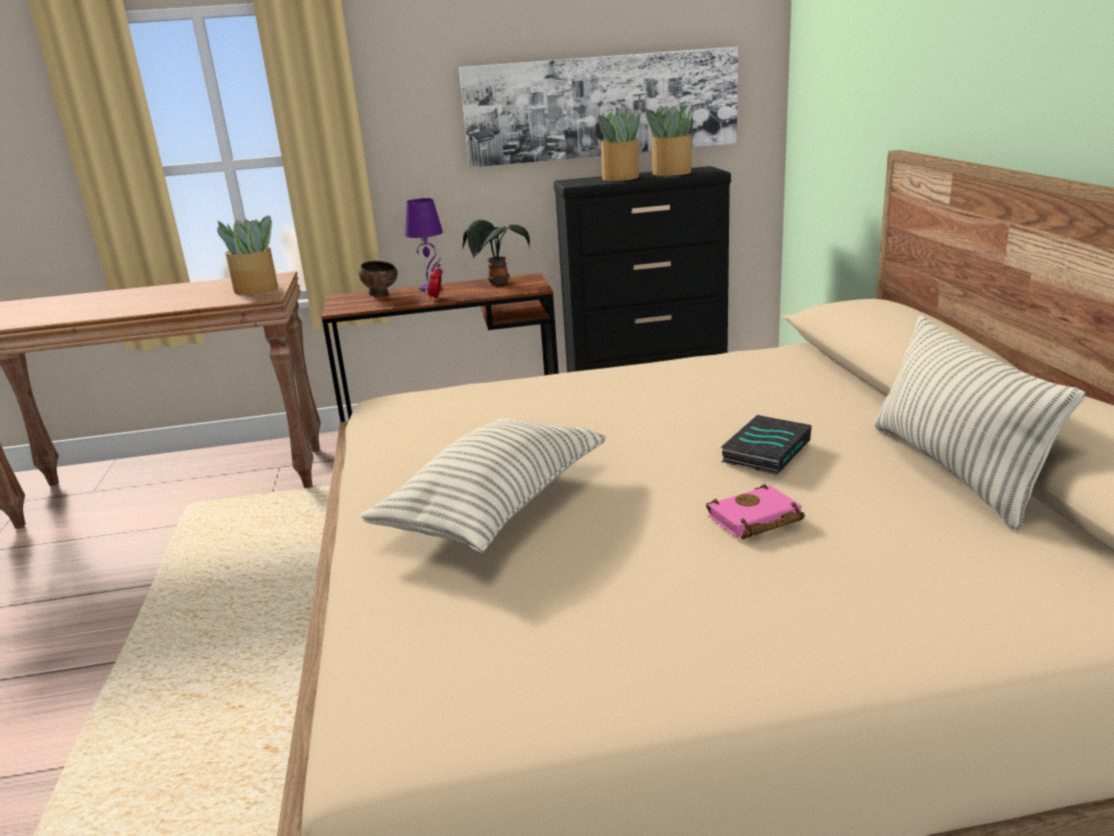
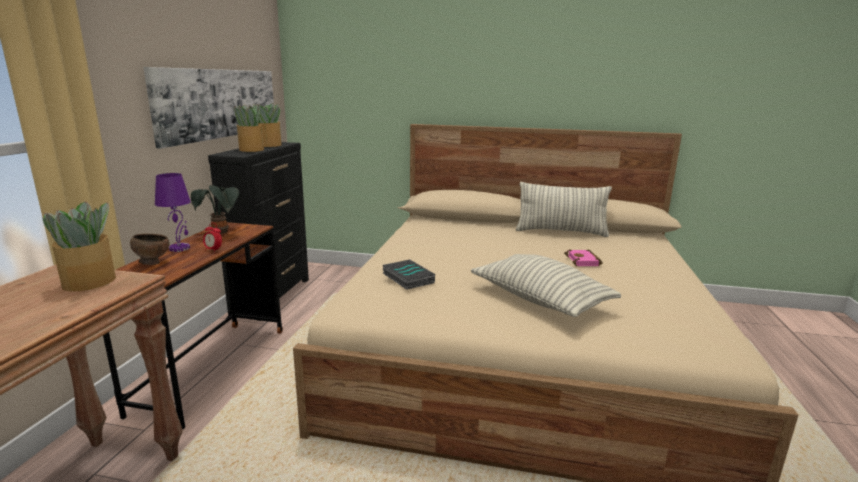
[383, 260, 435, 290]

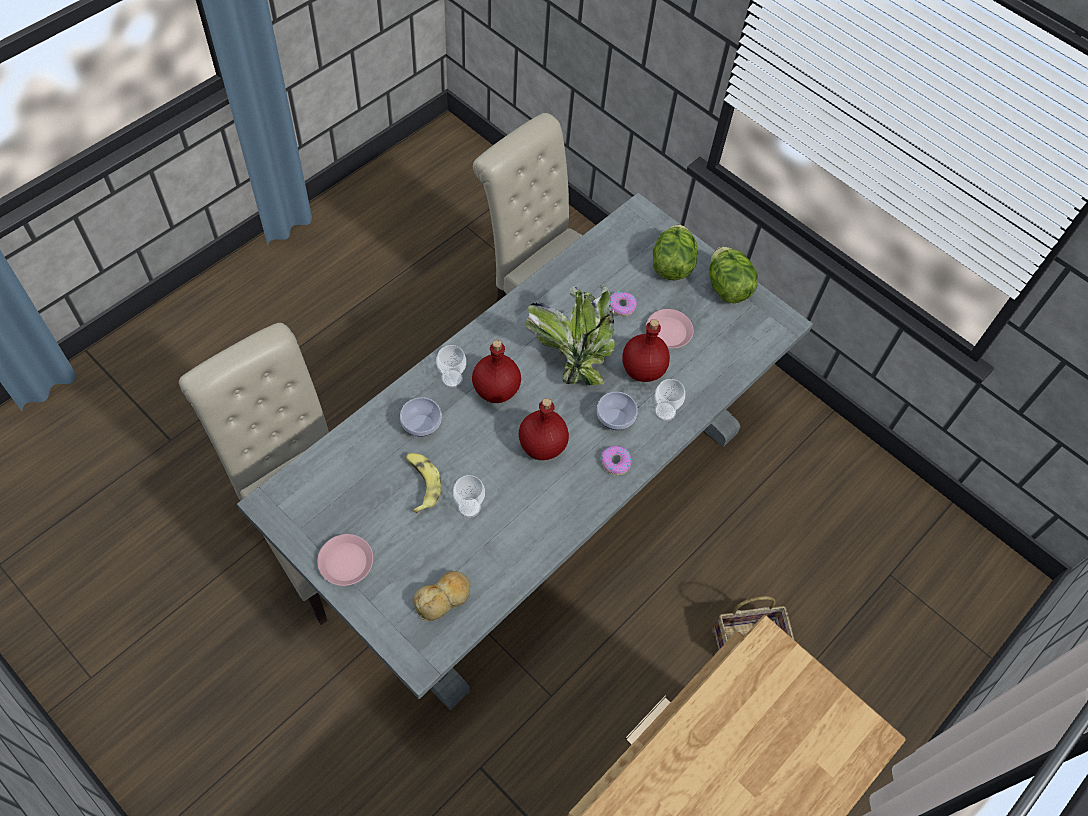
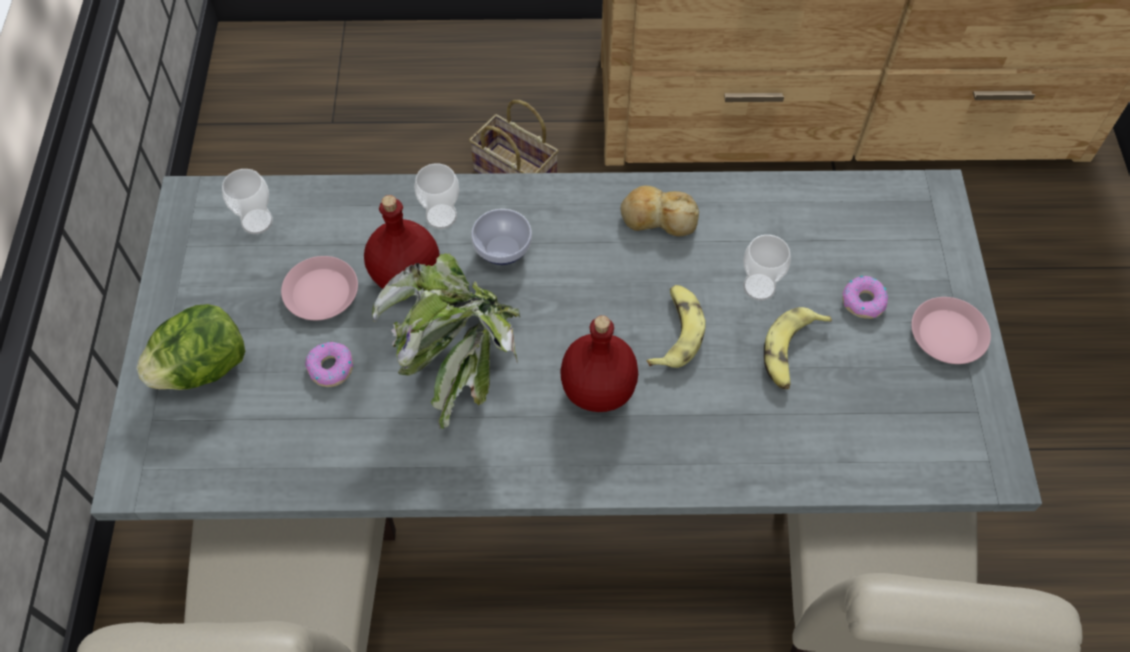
[222, 169, 273, 234]
[621, 185, 699, 237]
[646, 285, 706, 368]
[842, 276, 888, 319]
[400, 397, 442, 437] (first image)
[519, 398, 569, 460] (first image)
[709, 247, 758, 303] (first image)

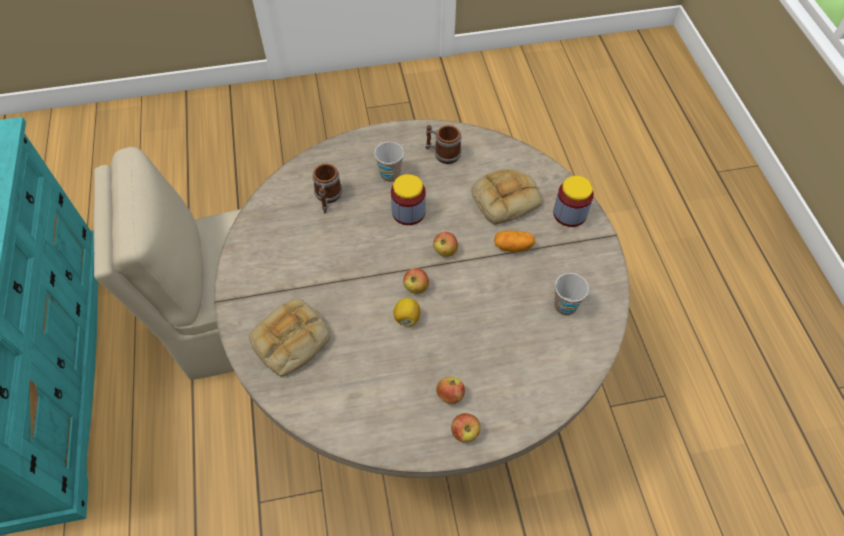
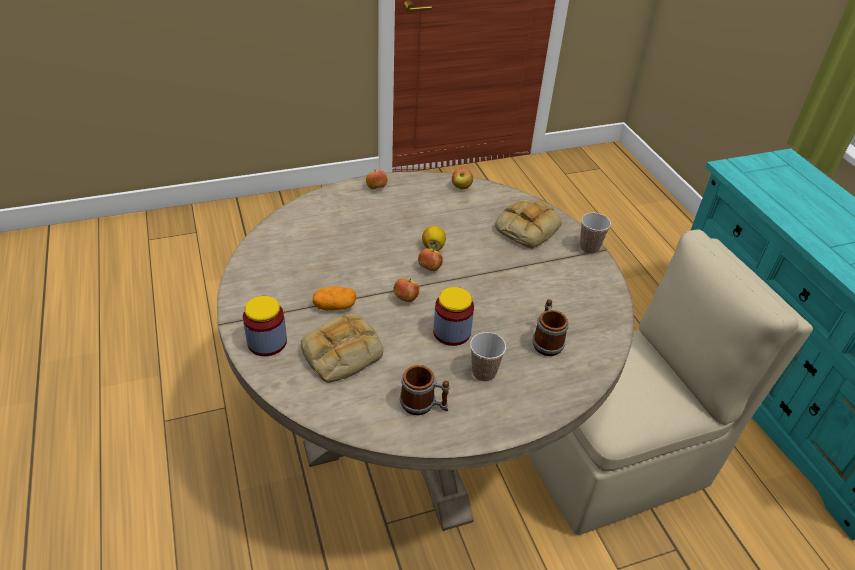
[452, 168, 473, 189]
[580, 213, 611, 254]

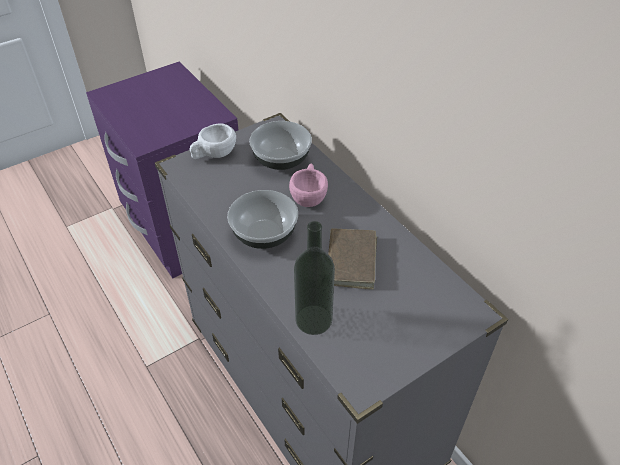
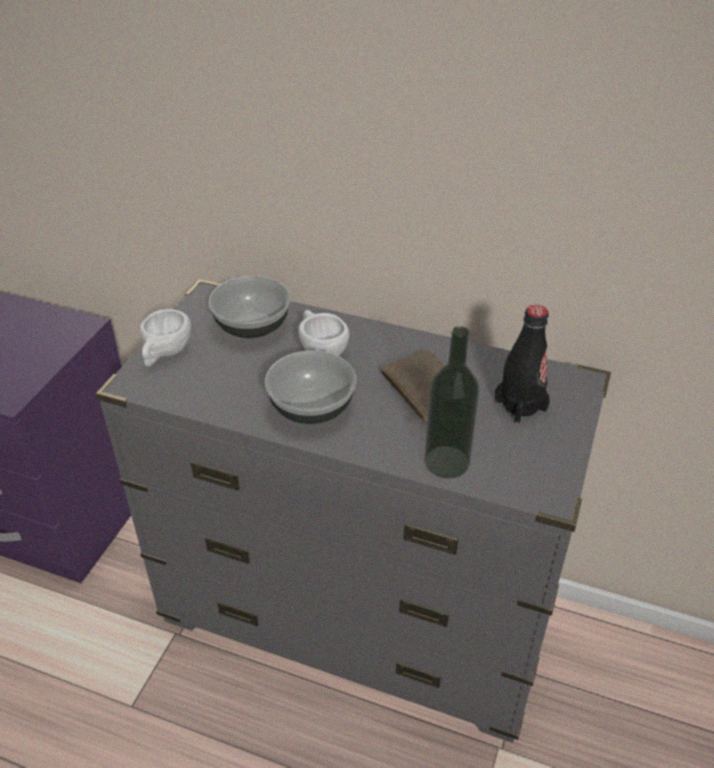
[298, 310, 350, 356]
[494, 305, 550, 424]

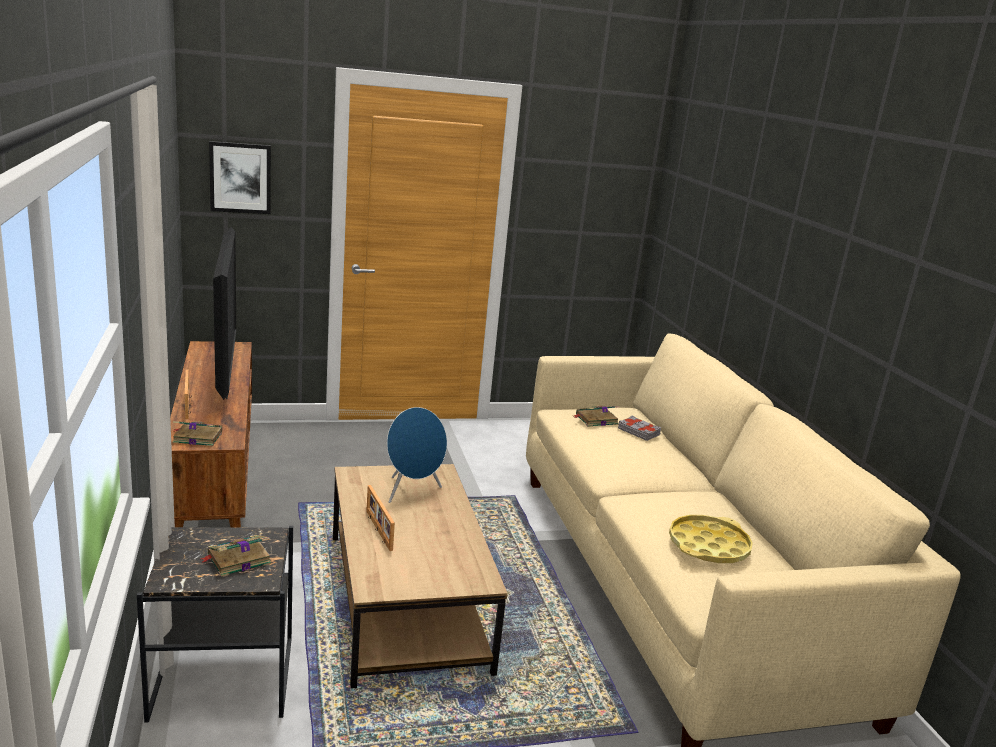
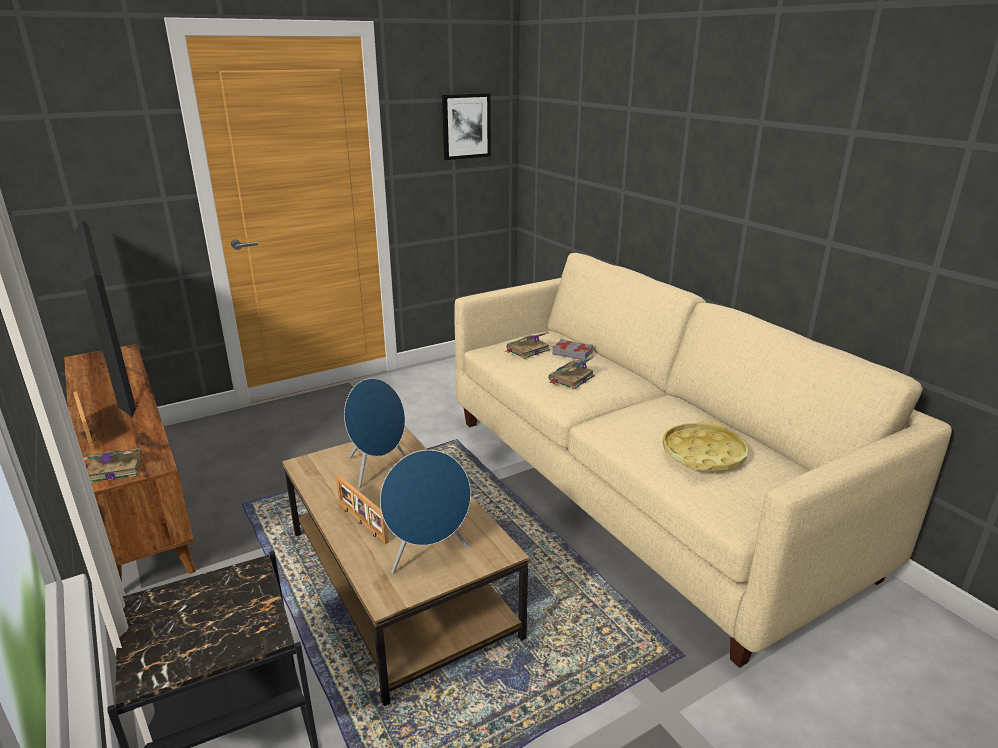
[380, 450, 471, 573]
[442, 93, 491, 160]
[548, 357, 595, 389]

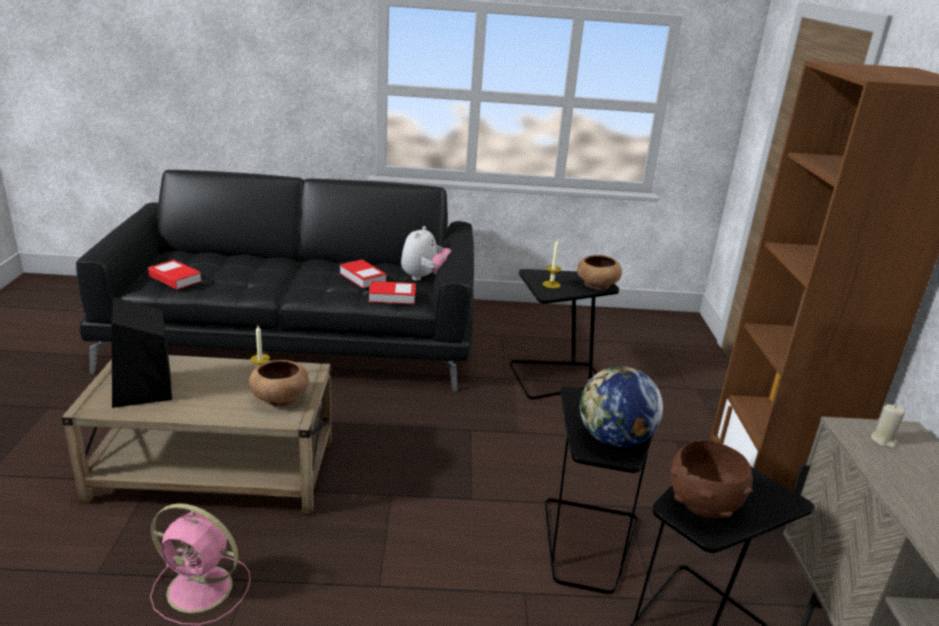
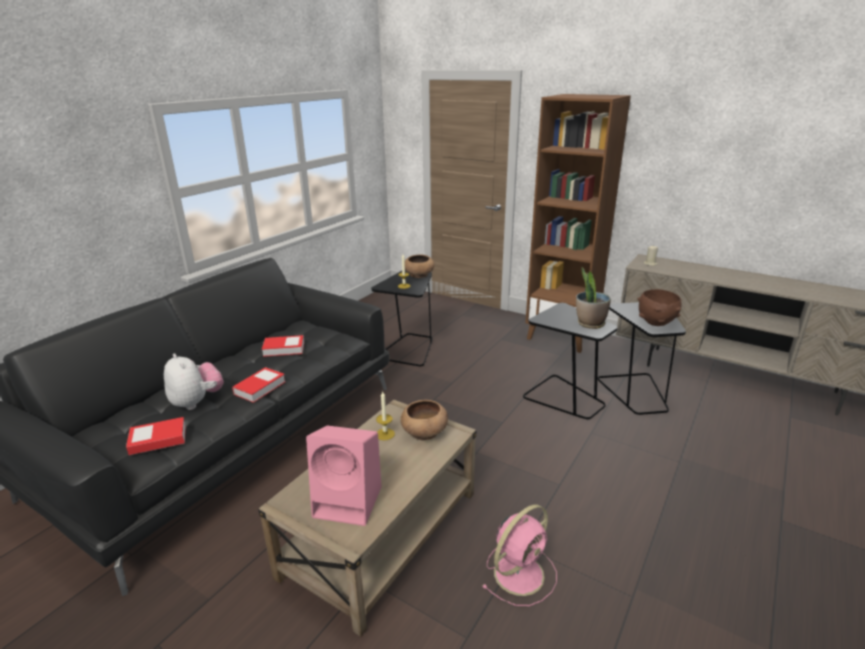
[164, 353, 224, 410]
[232, 367, 286, 403]
[306, 426, 381, 526]
[576, 267, 611, 329]

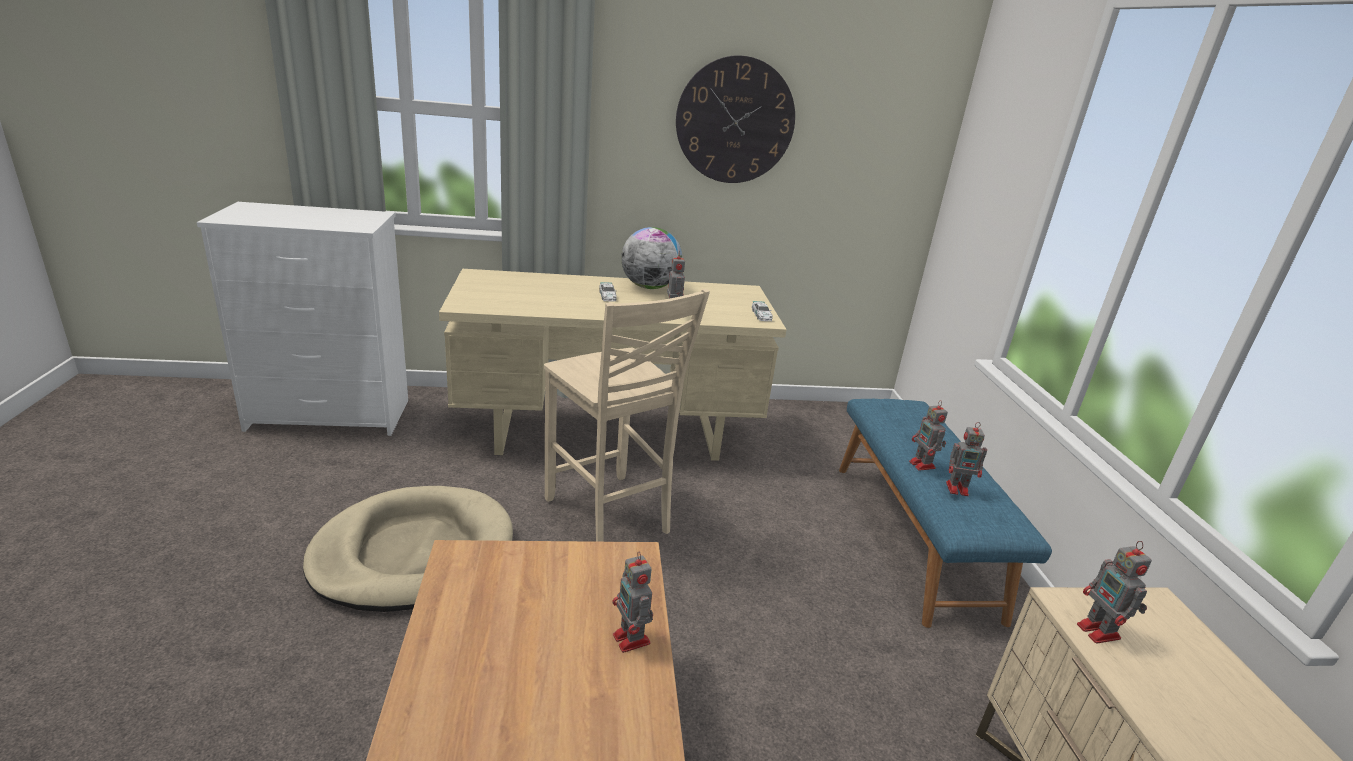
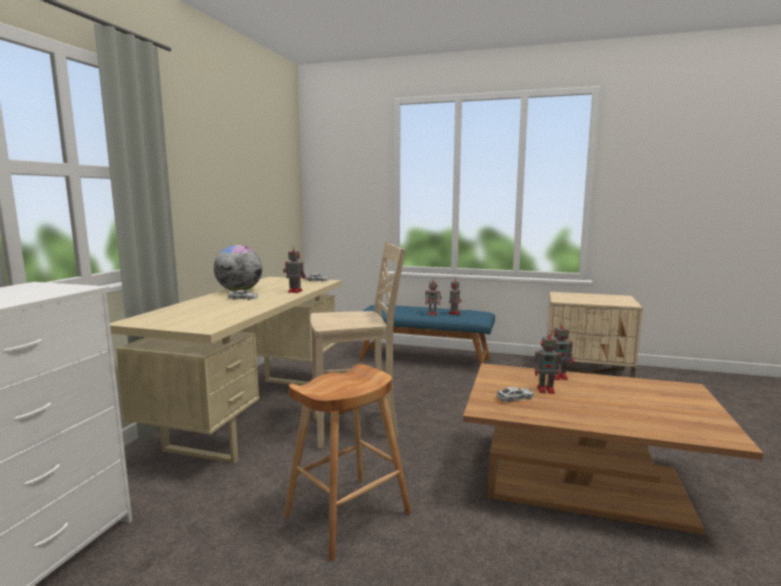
[283, 364, 412, 561]
[497, 387, 534, 402]
[535, 330, 562, 394]
[676, 55, 795, 183] (first image)

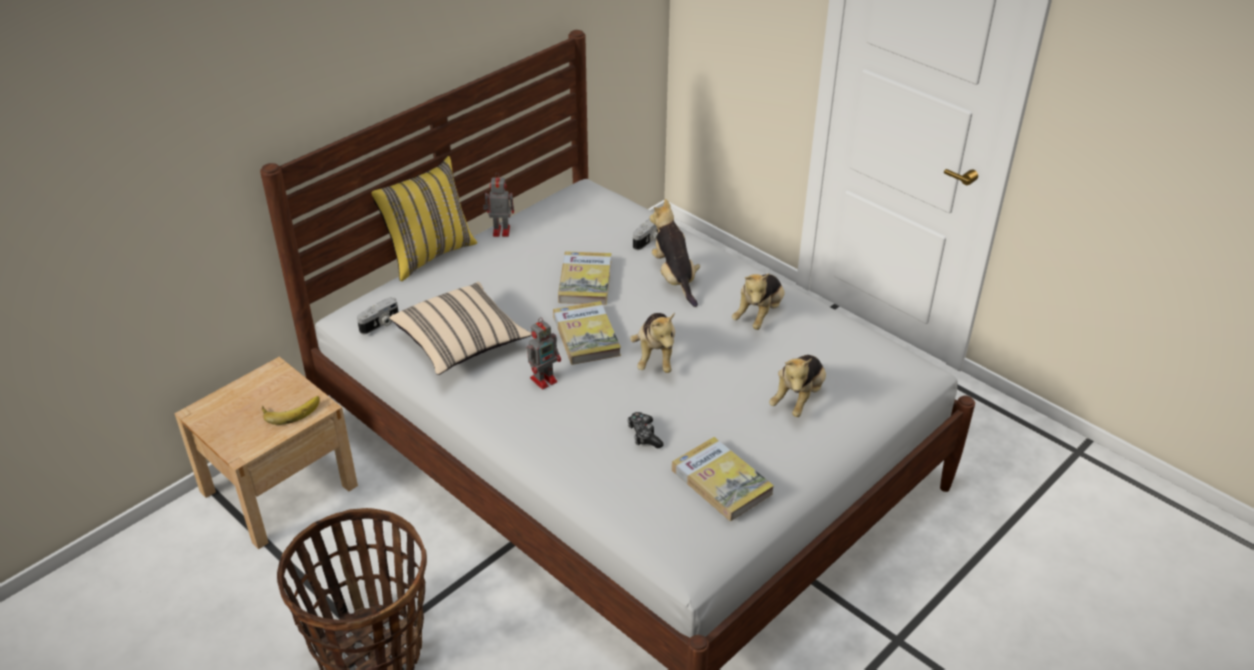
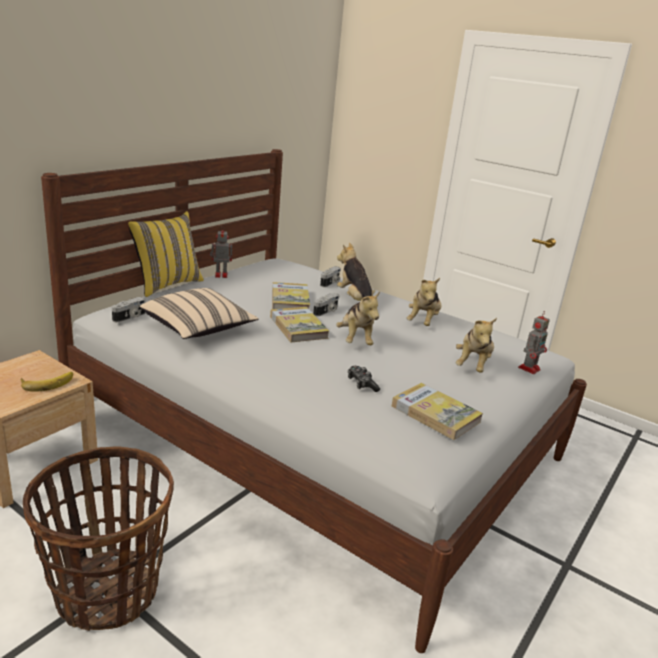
[313, 293, 339, 316]
[518, 311, 550, 374]

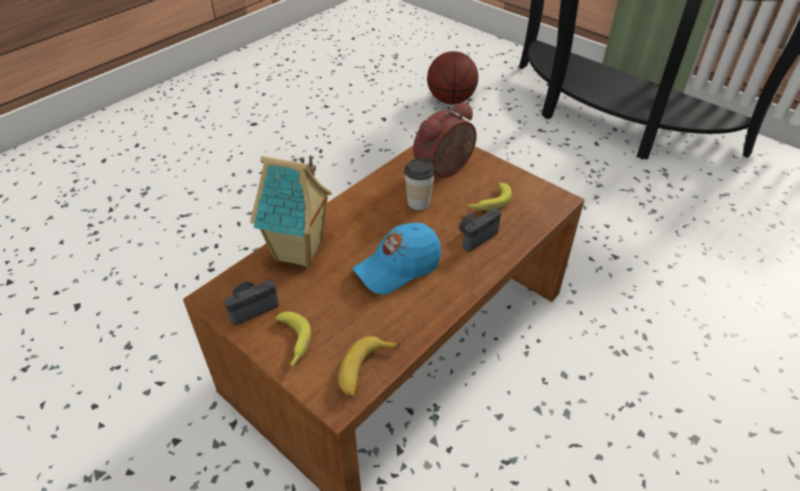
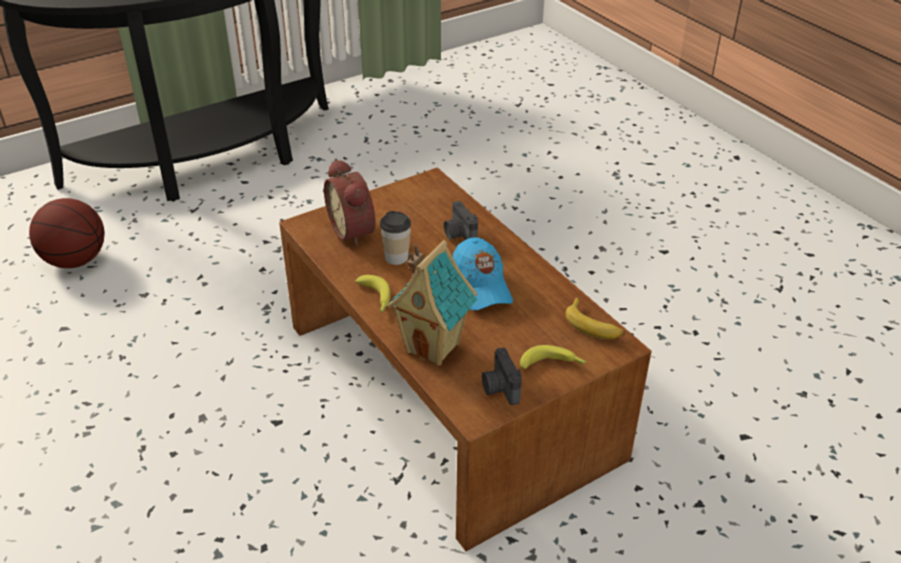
[355, 275, 391, 312]

